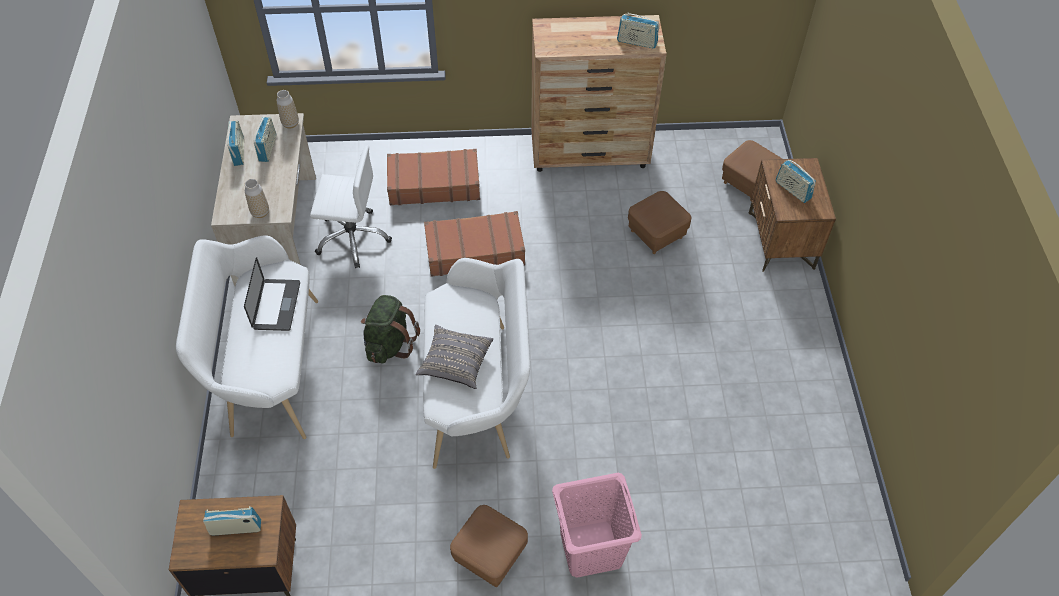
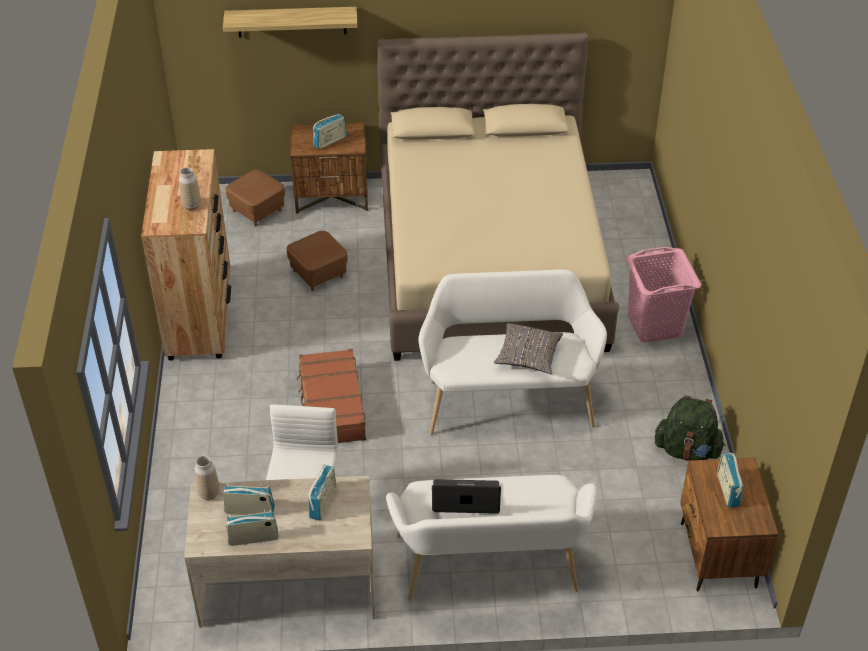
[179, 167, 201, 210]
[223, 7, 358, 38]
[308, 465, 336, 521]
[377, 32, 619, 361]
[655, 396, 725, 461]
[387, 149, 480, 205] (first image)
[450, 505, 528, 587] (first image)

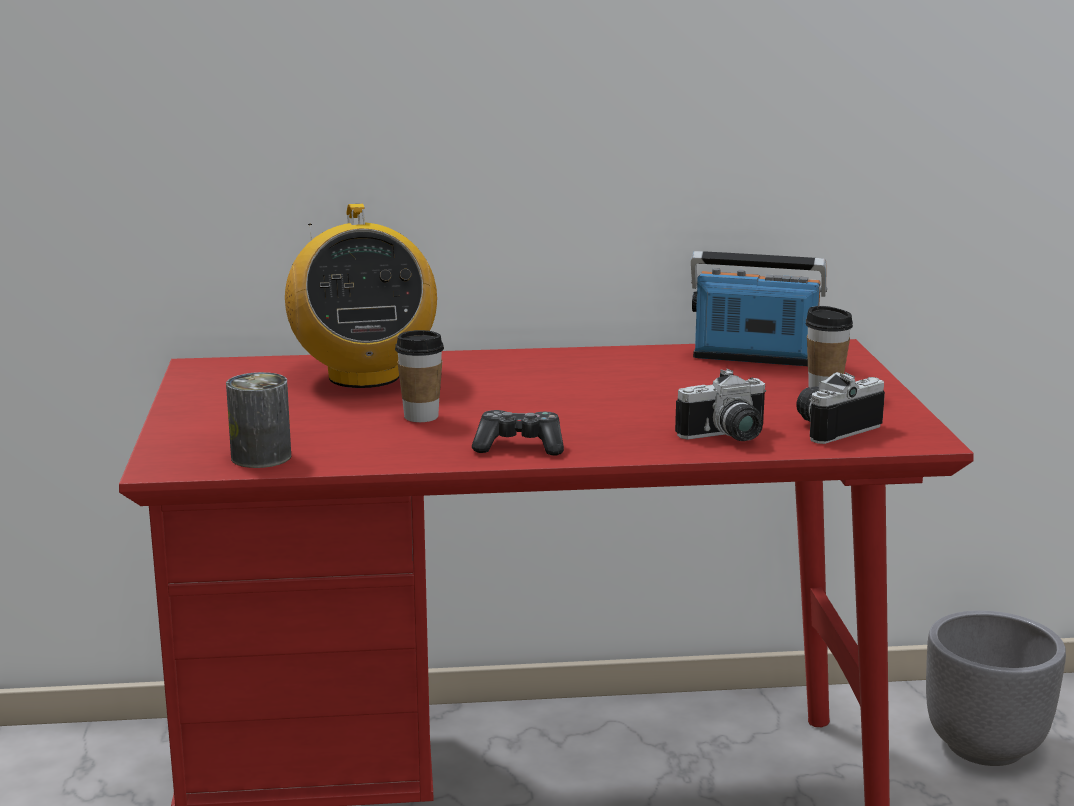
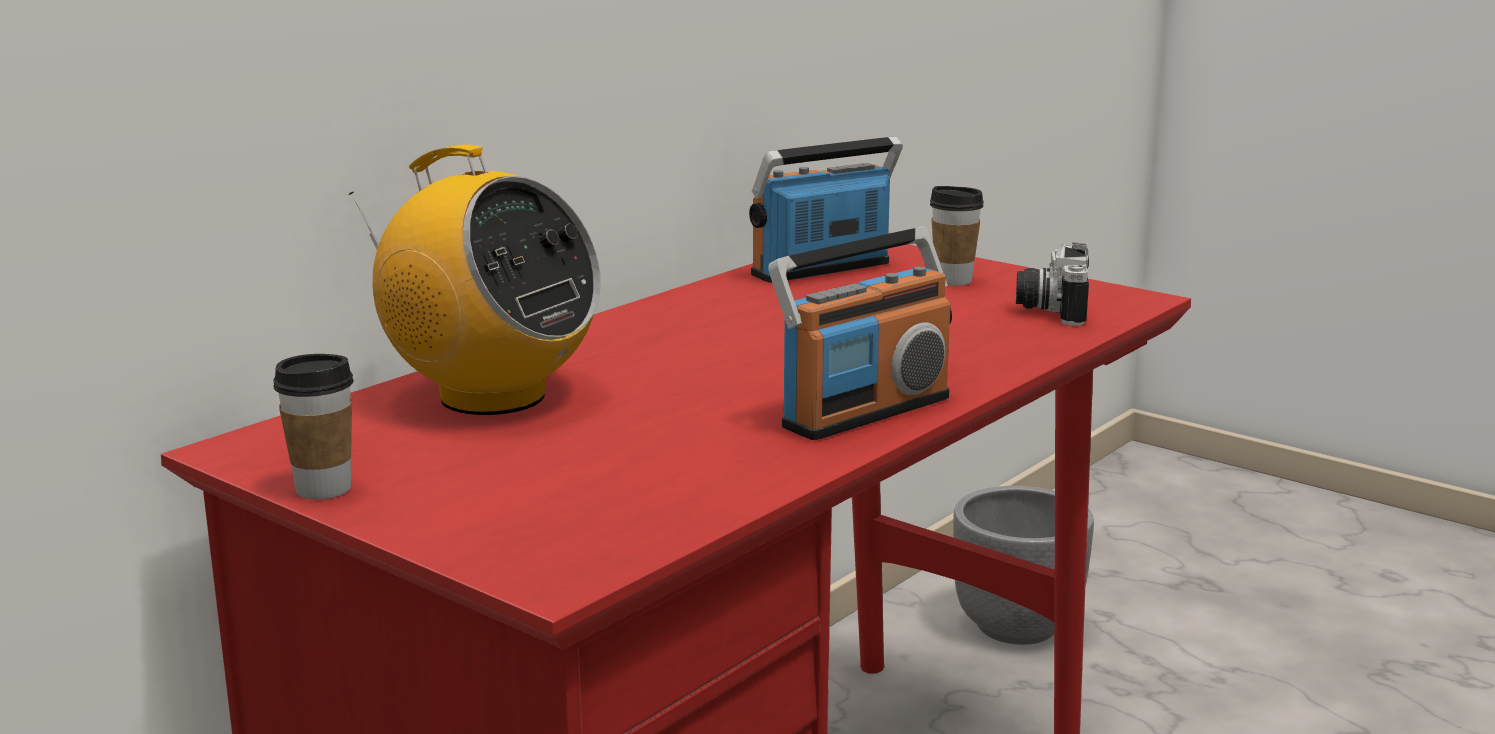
[273, 354, 354, 499]
[768, 227, 952, 440]
[226, 372, 291, 468] (first image)
[675, 369, 766, 441] (first image)

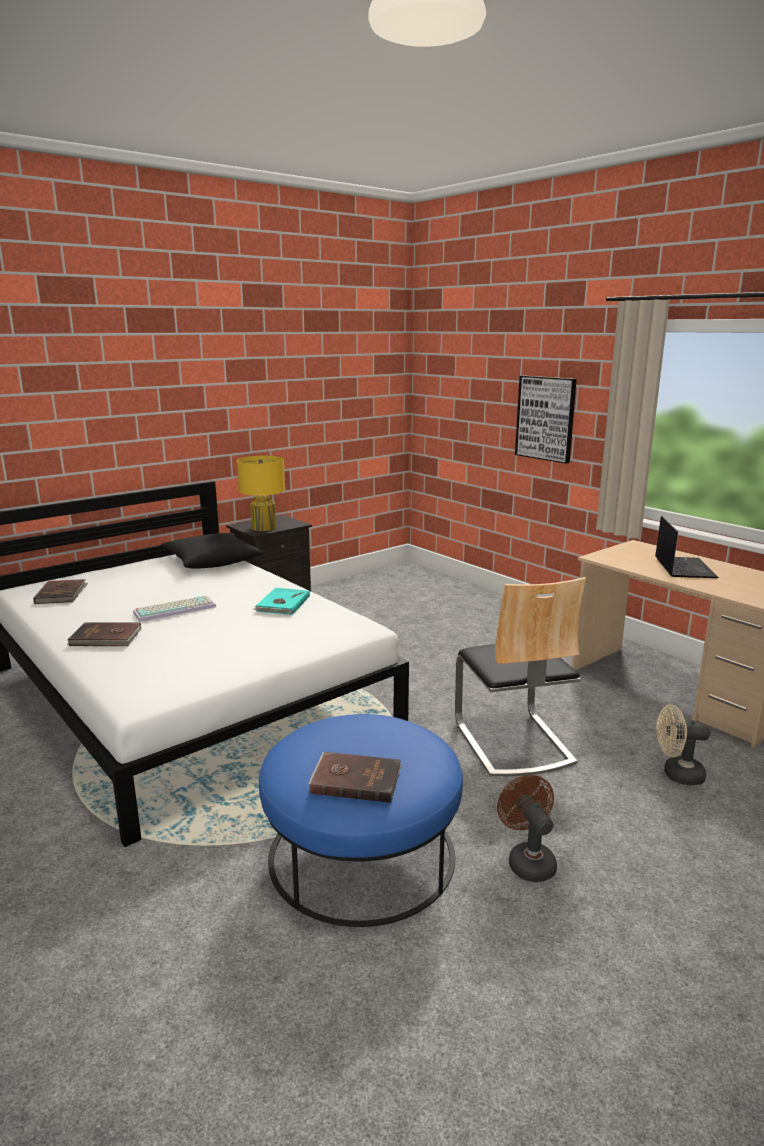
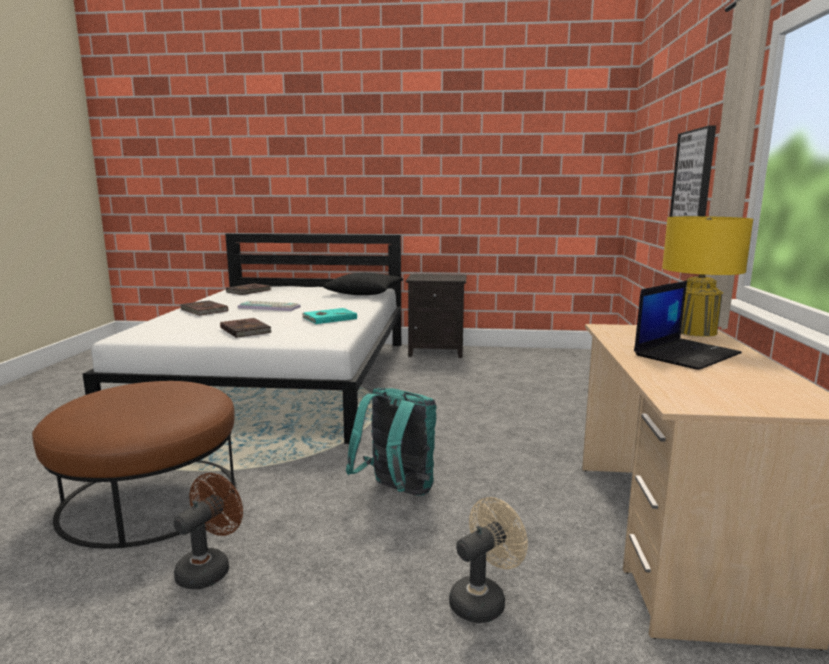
[32, 381, 236, 548]
[220, 318, 272, 338]
[346, 388, 437, 496]
[449, 497, 528, 623]
[662, 216, 753, 337]

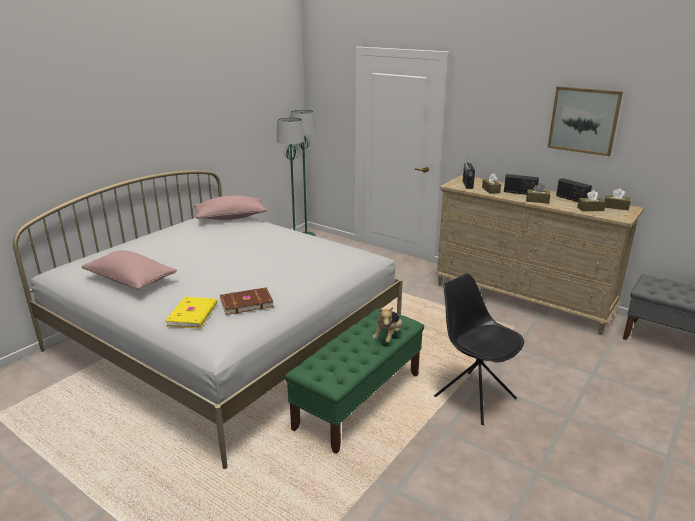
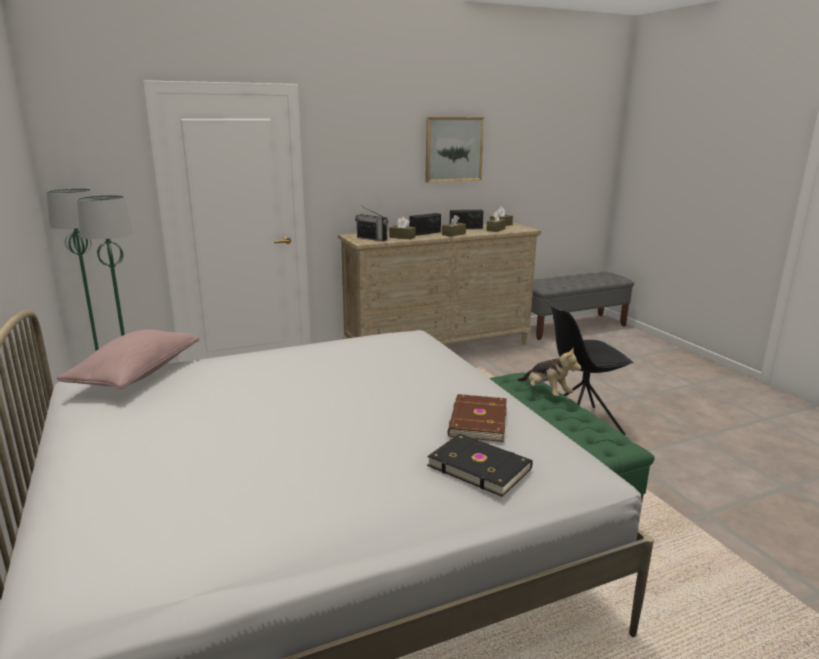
[427, 434, 533, 497]
[82, 250, 177, 290] (first image)

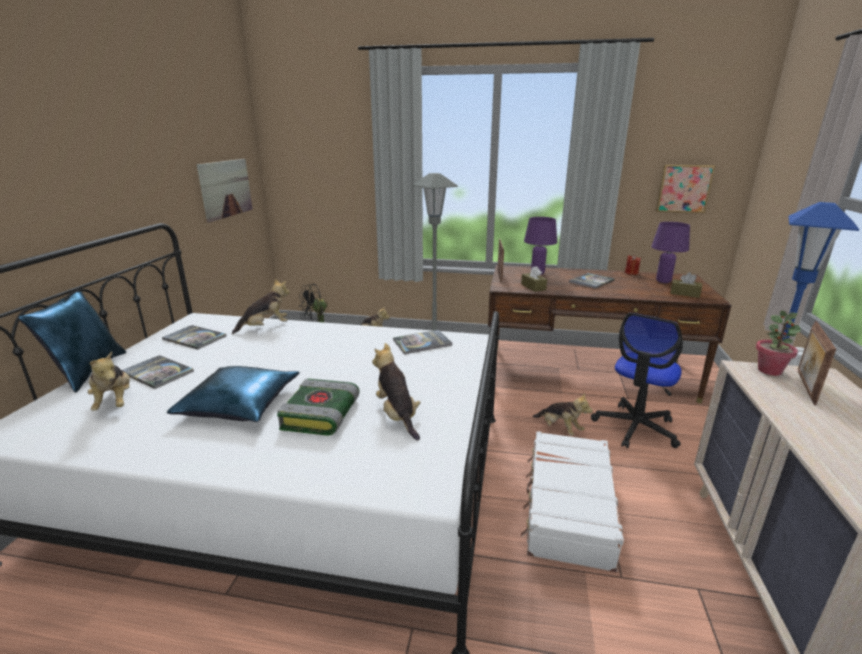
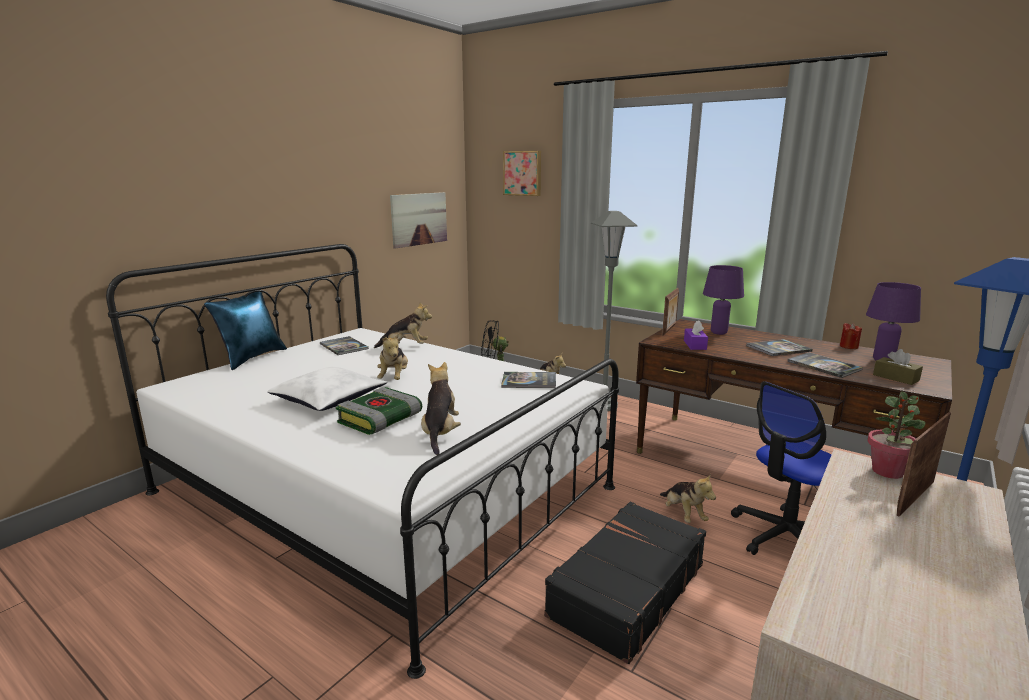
[267, 367, 387, 411]
[377, 333, 408, 380]
[503, 151, 541, 196]
[544, 502, 706, 664]
[684, 321, 708, 350]
[787, 352, 863, 378]

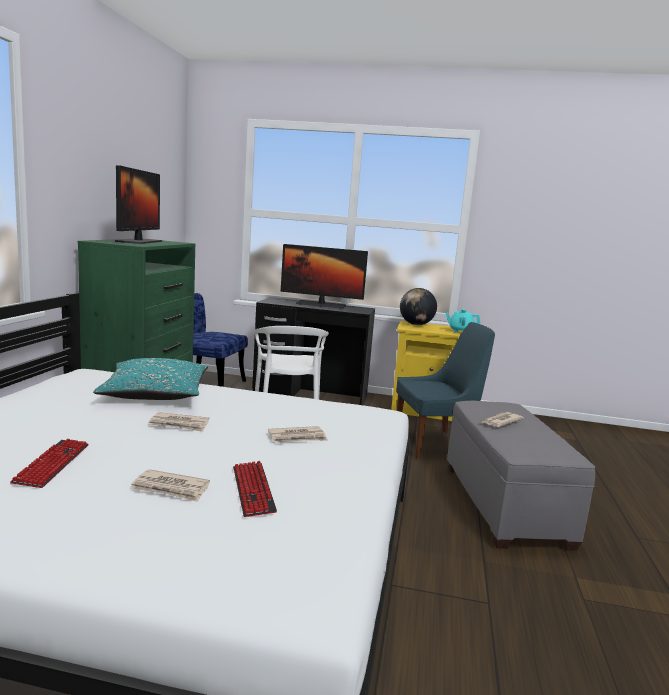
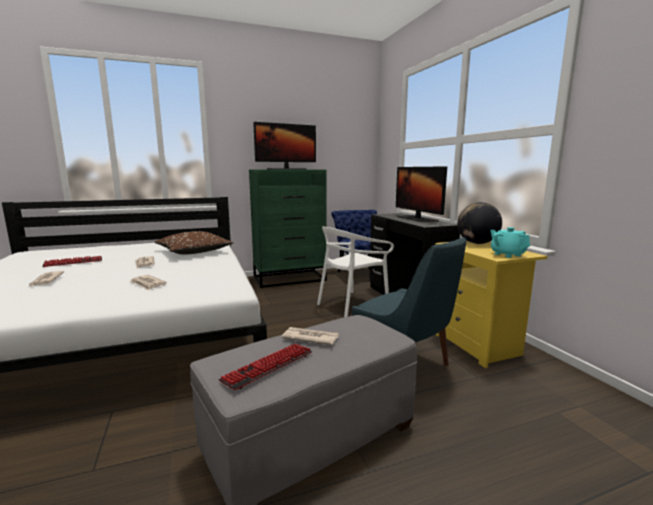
[155, 231, 234, 254]
[219, 344, 312, 390]

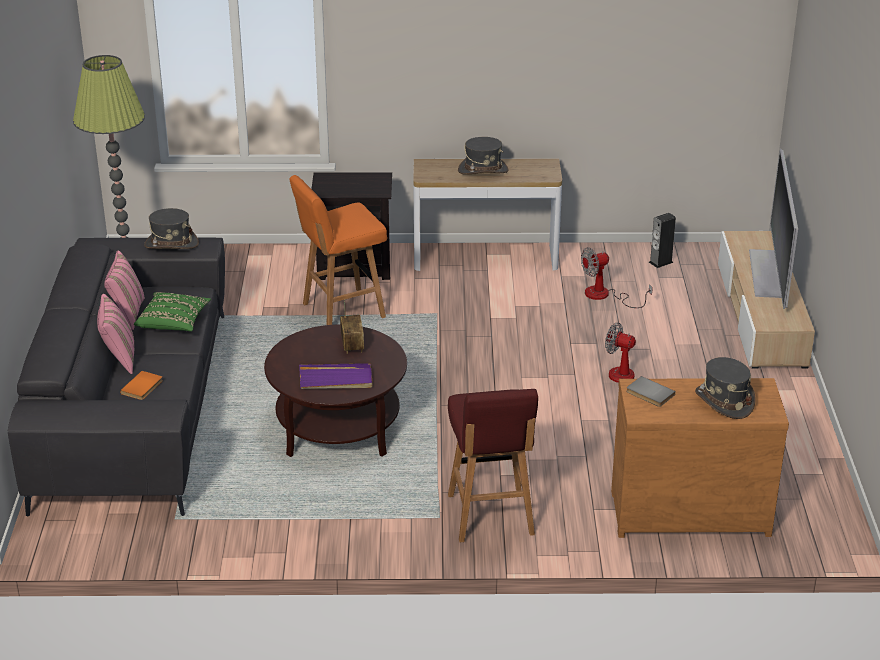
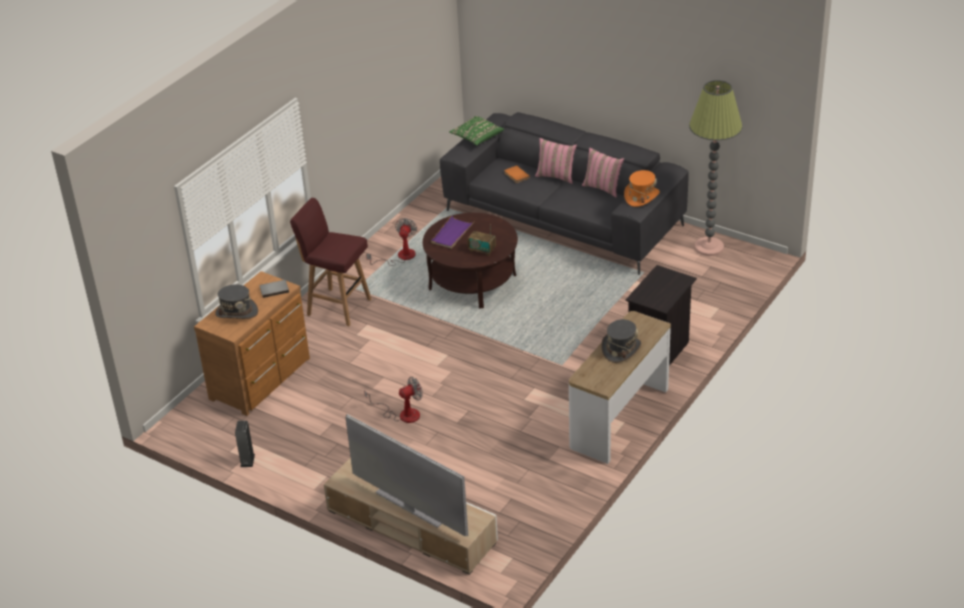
[235, 421, 255, 467]
[366, 218, 417, 266]
[449, 116, 504, 146]
[624, 170, 660, 207]
[289, 175, 387, 325] (first image)

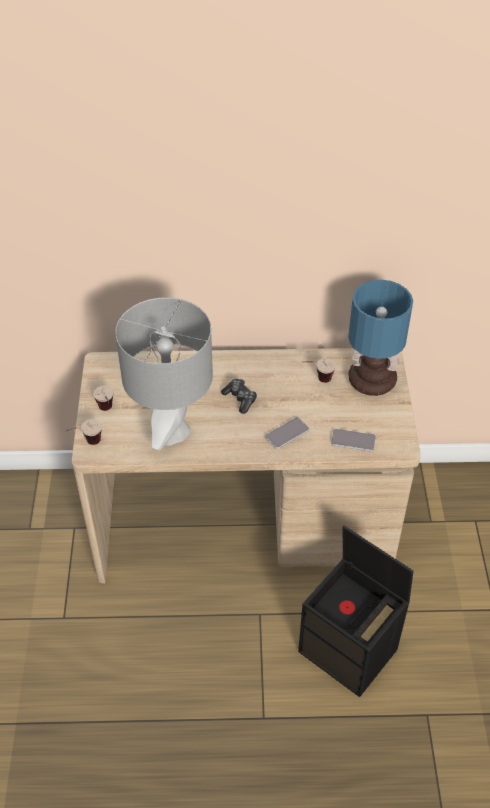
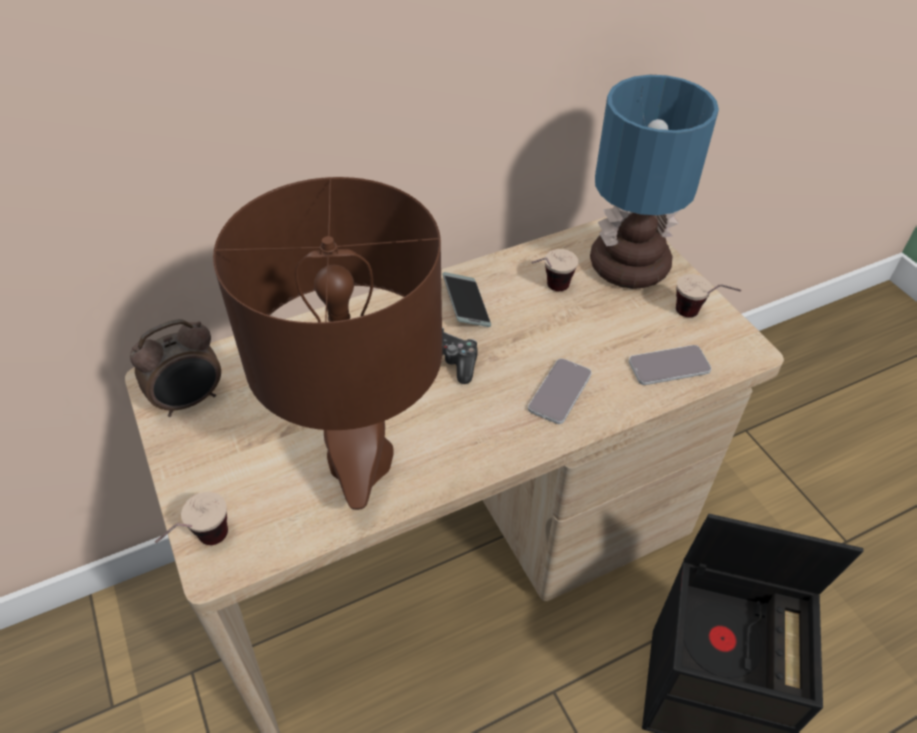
[130, 319, 221, 417]
[213, 177, 442, 510]
[443, 272, 491, 327]
[676, 274, 741, 317]

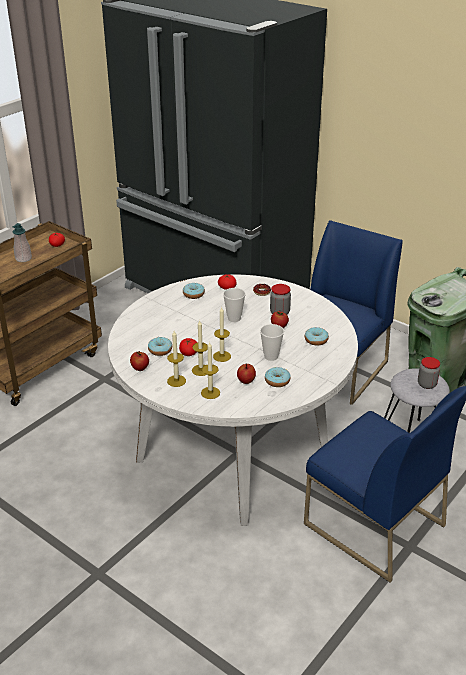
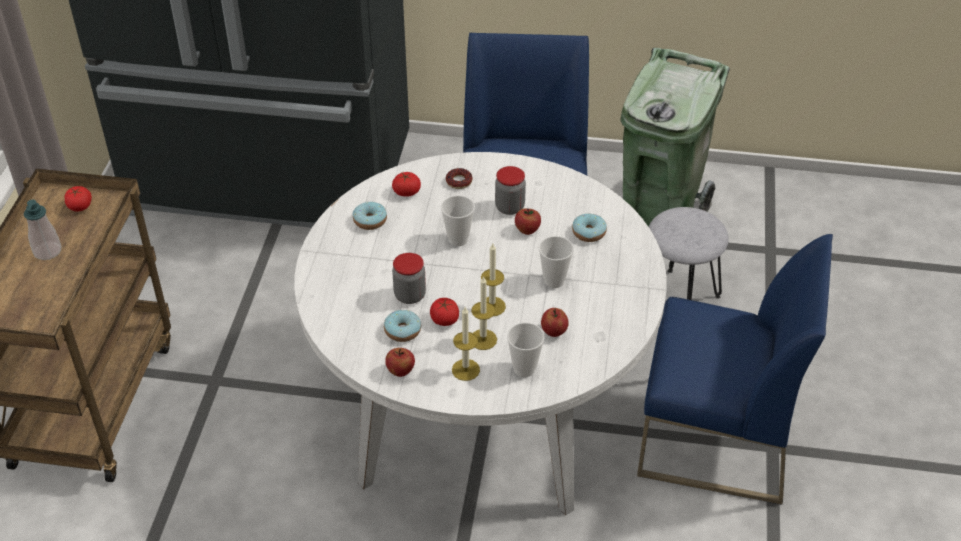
[392, 253, 426, 304]
[507, 322, 545, 377]
[265, 367, 291, 387] (first image)

